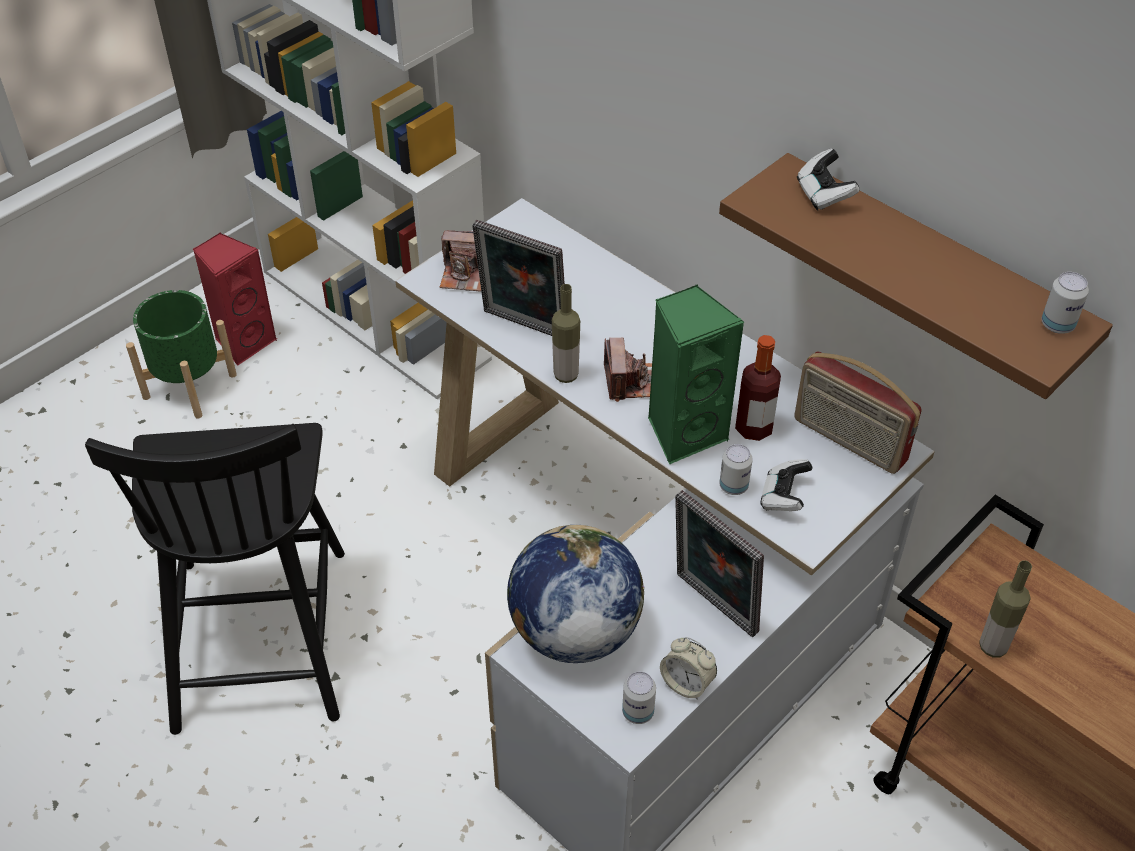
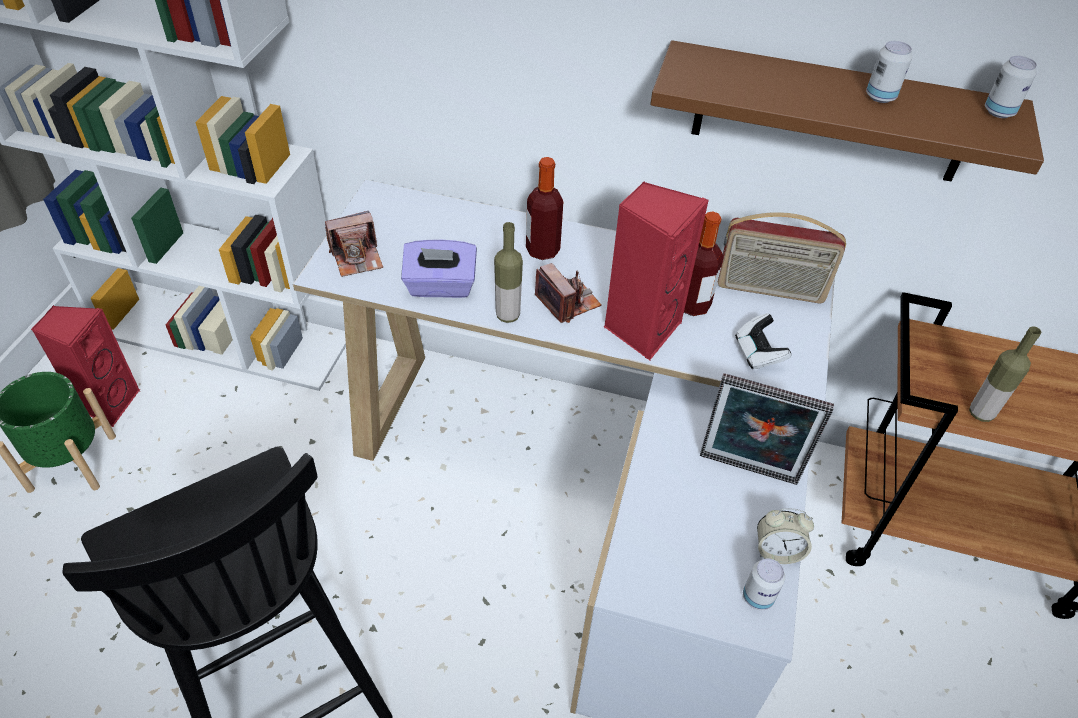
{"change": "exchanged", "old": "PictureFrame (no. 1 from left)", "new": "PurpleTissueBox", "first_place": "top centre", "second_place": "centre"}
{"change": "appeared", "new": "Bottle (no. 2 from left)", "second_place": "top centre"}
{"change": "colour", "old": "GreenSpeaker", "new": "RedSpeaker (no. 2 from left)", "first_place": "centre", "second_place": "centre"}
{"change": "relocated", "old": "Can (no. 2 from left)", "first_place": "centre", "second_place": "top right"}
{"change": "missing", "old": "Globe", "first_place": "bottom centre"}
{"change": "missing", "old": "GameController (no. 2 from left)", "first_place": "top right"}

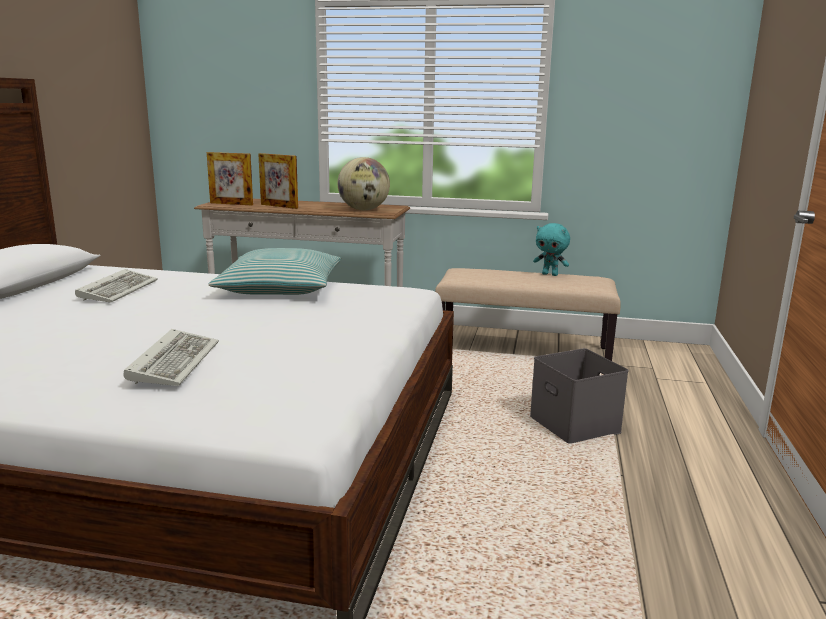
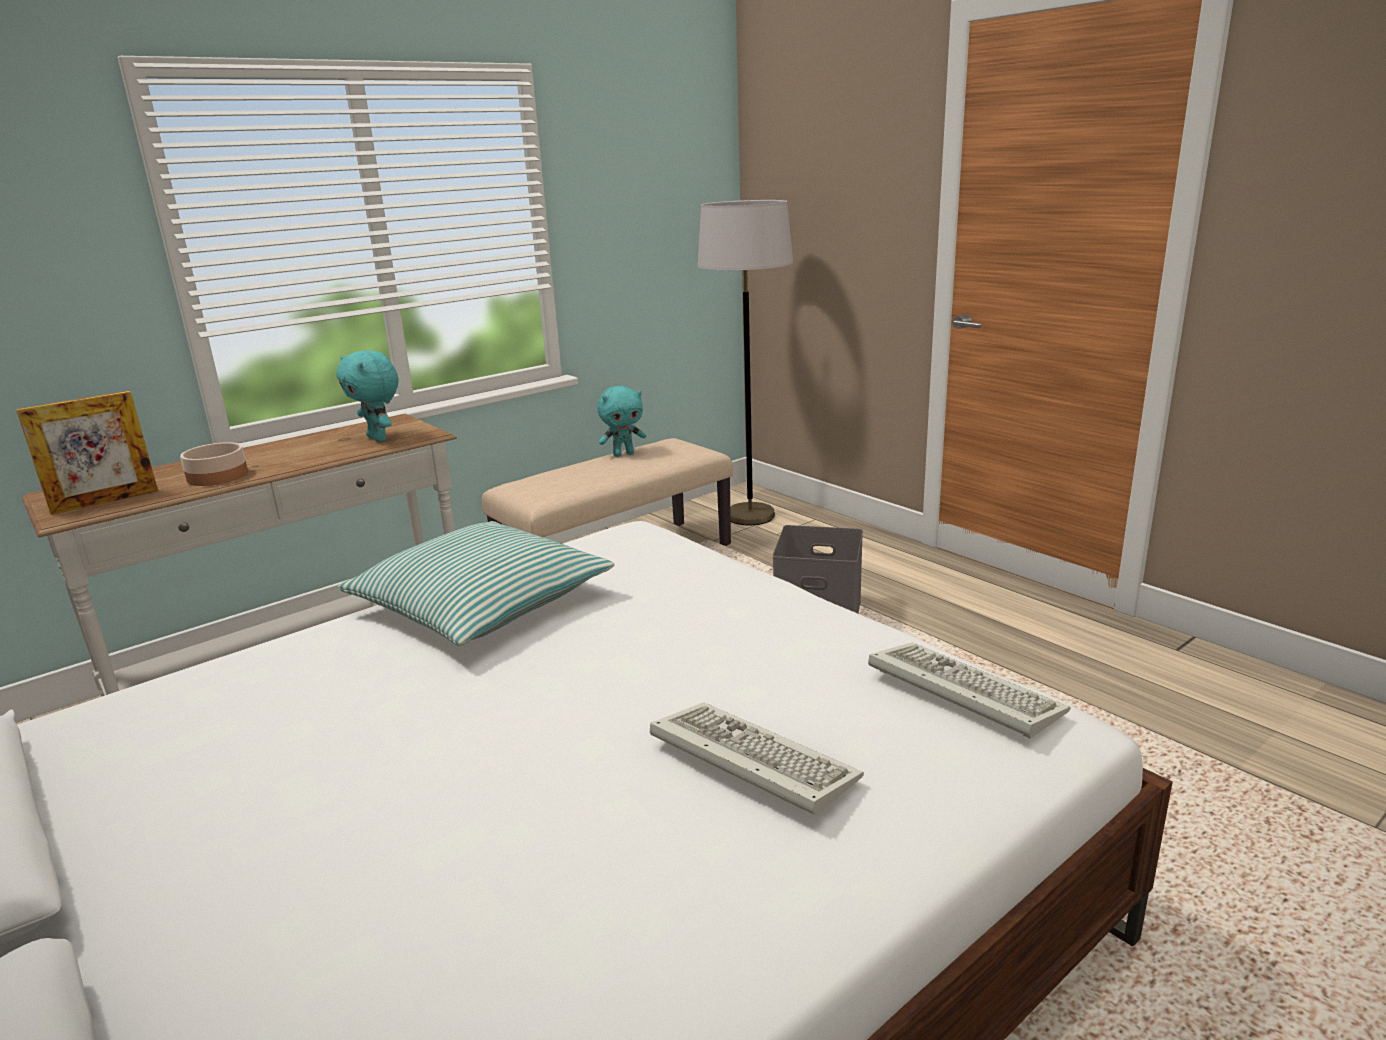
{"change": "exchanged", "old": "PictureFrame (no. 2 from left)", "new": "Bowl", "first_place": "top centre", "second_place": "middle left"}
{"change": "exchanged", "old": "Globe", "new": "TurquoisePlushToy (no. 1 from left)", "first_place": "top centre", "second_place": "middle left"}
{"change": "appeared", "new": "GreyFloorLamp", "second_place": "centre"}
{"change": "relocated", "old": "Keyboard (no. 1 from left in the first image)", "new": "Keyboard (no. 2 from left)", "first_place": "middle left", "second_place": "middle right"}

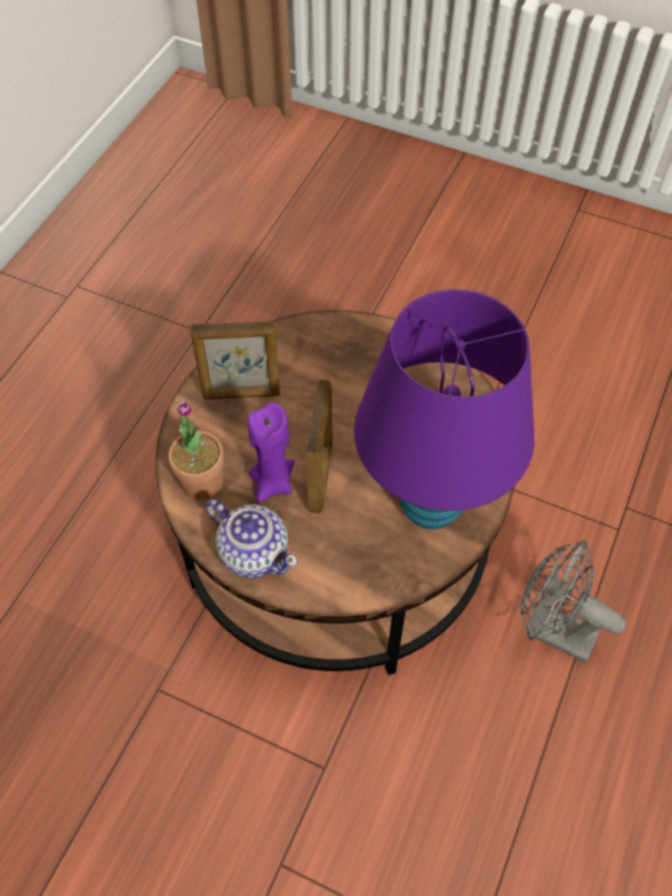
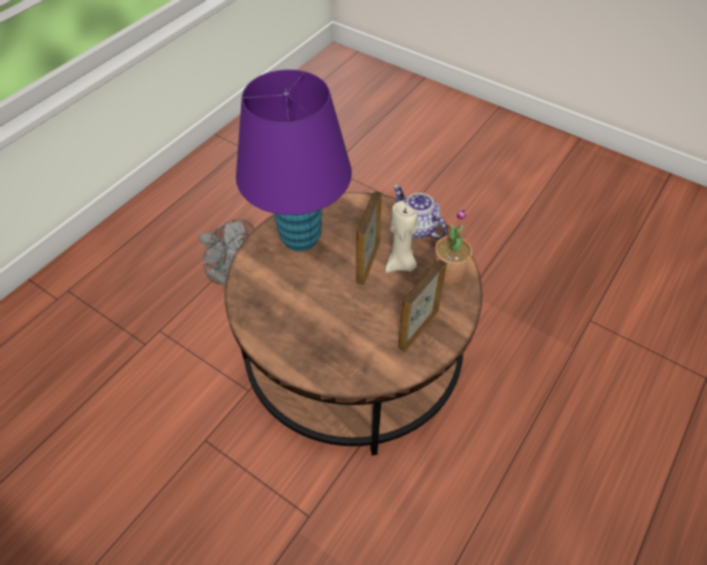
{"change": "colour", "old": "PurpleCandle", "new": "BeigeCandle", "first_place": "centre", "second_place": "centre"}
{"change": "spun", "old": "PictureFrame (no. 1 from left in the first image)", "first_place": "centre", "second_place": "centre", "degrees": -60}

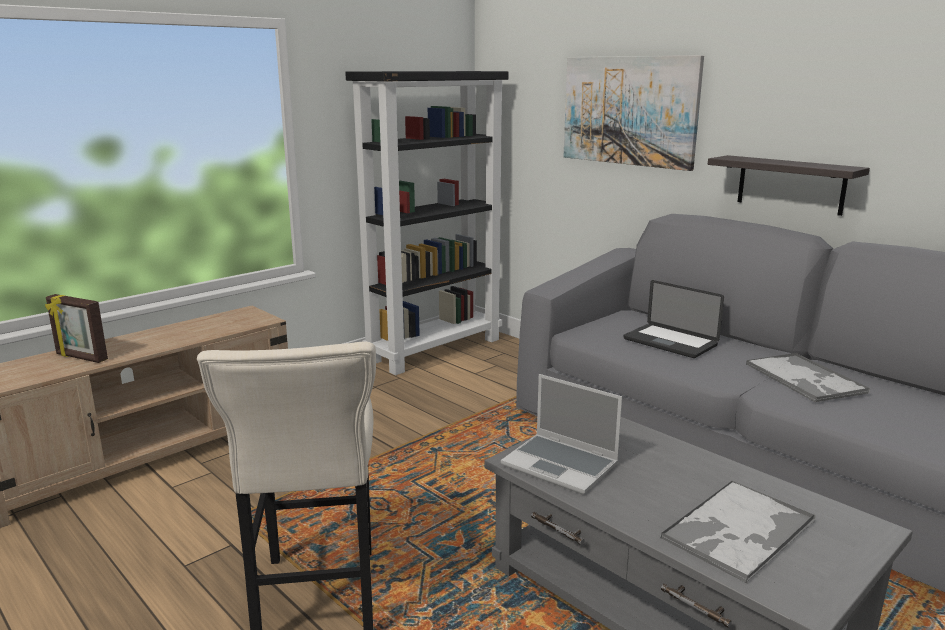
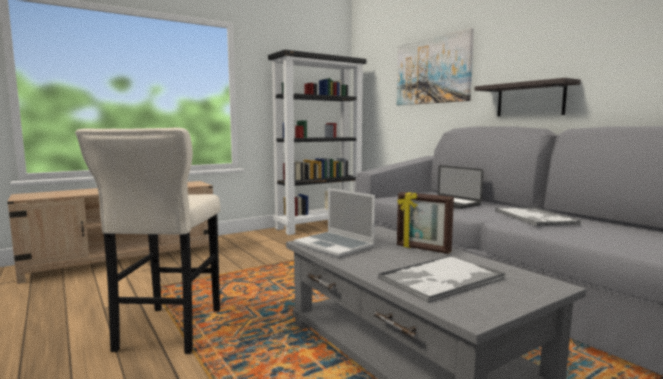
{"change": "relocated", "old": "PictureFrame", "first_place": "middle left", "second_place": "centre"}

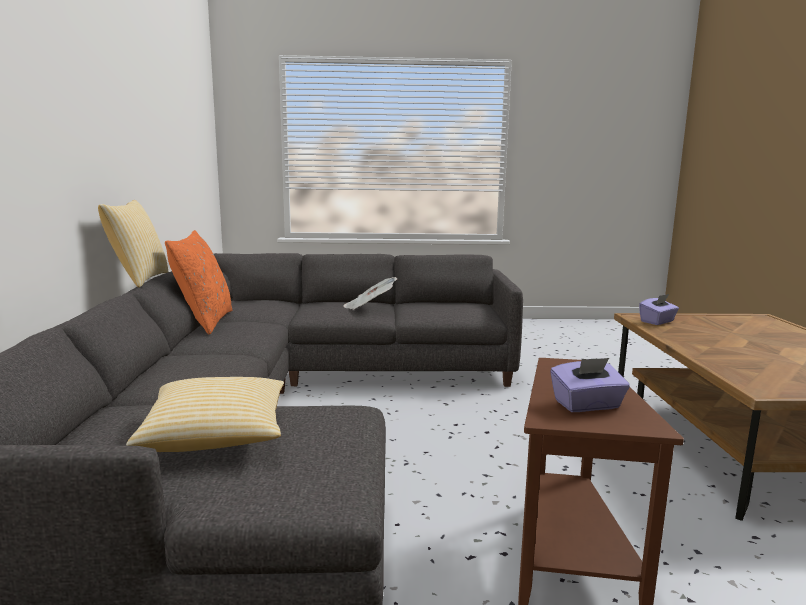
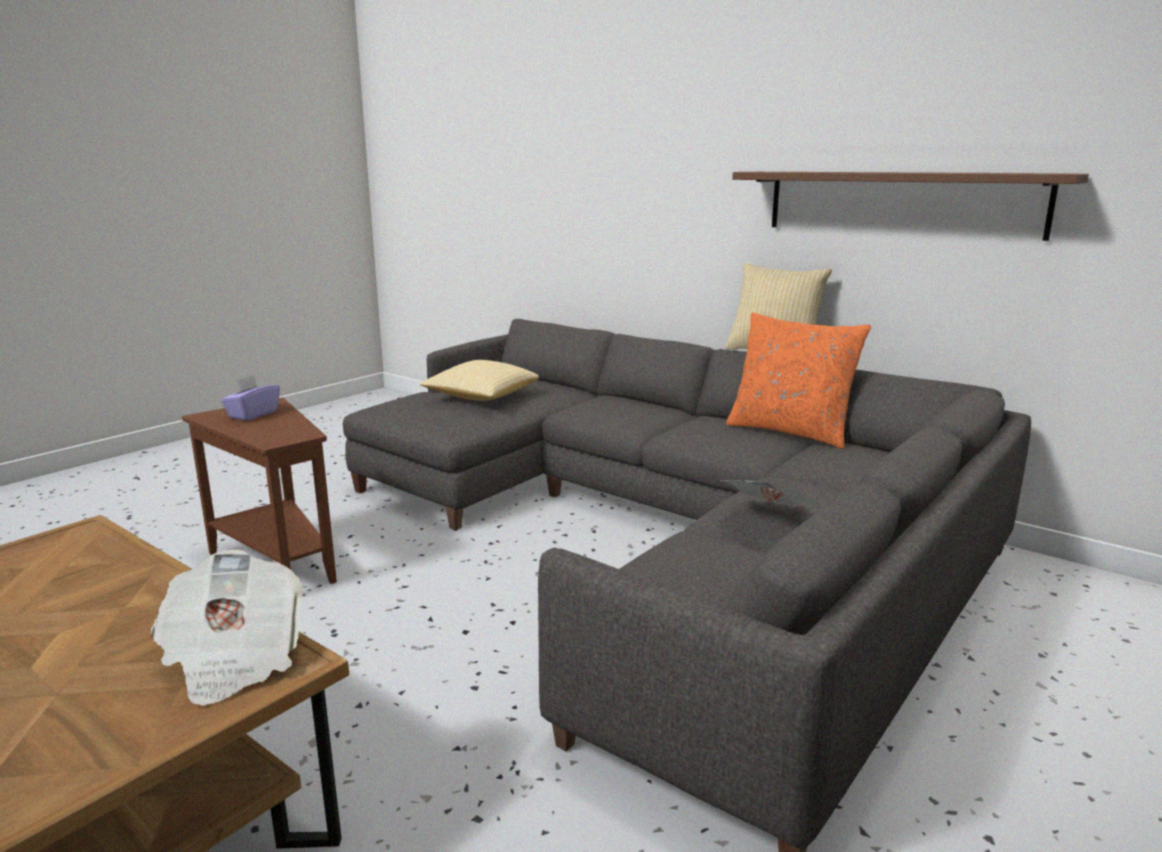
{"change": "exchanged", "old": "PurpleTissueBox (no. 2 from left)", "new": "Newspaper (no. 1 from left)", "first_place": "middle right", "second_place": "bottom left"}
{"change": "appeared", "new": "BrownShelf", "second_place": "top right"}

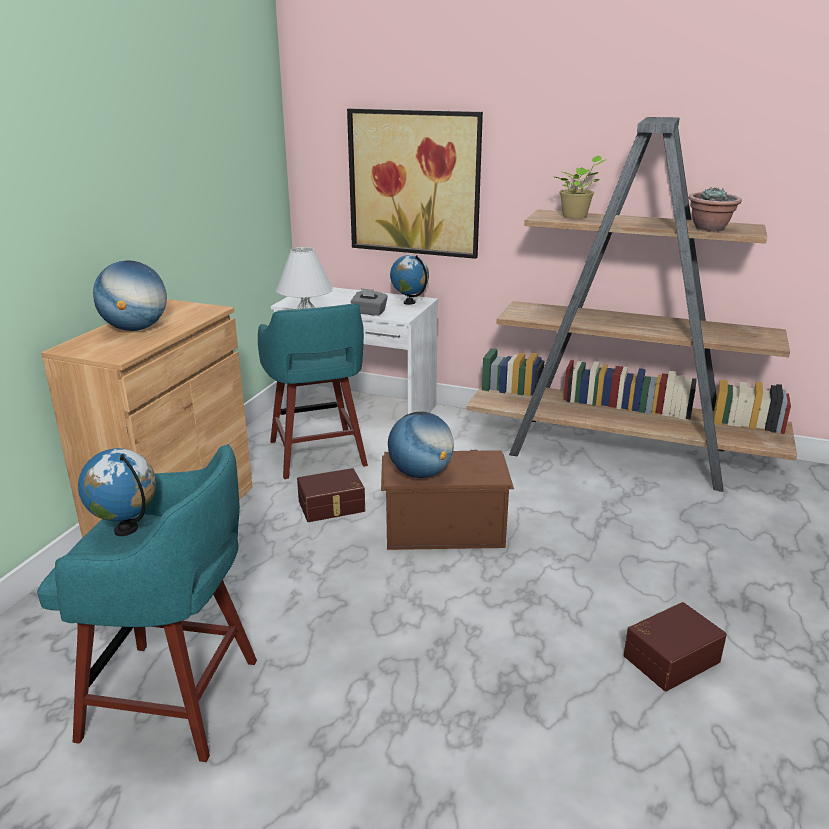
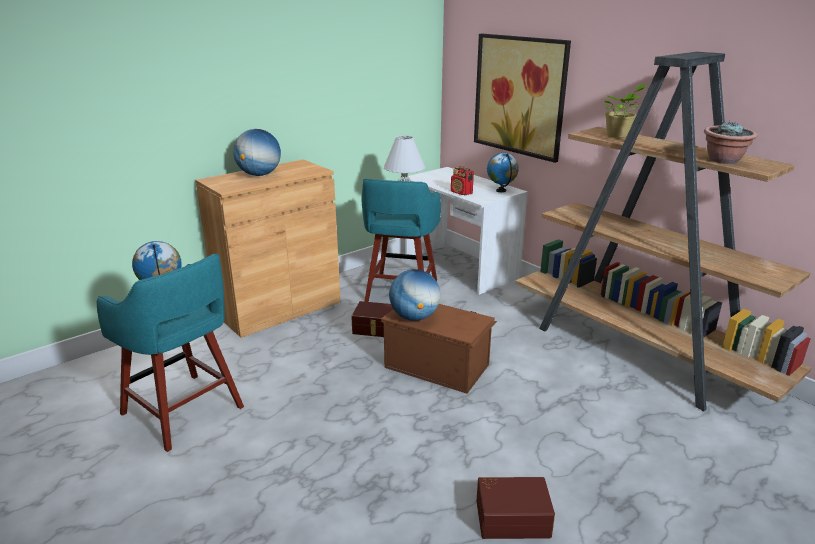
{"change": "exchanged", "old": "GreyTissueBox", "new": "Radio", "first_place": "centre", "second_place": "top centre"}

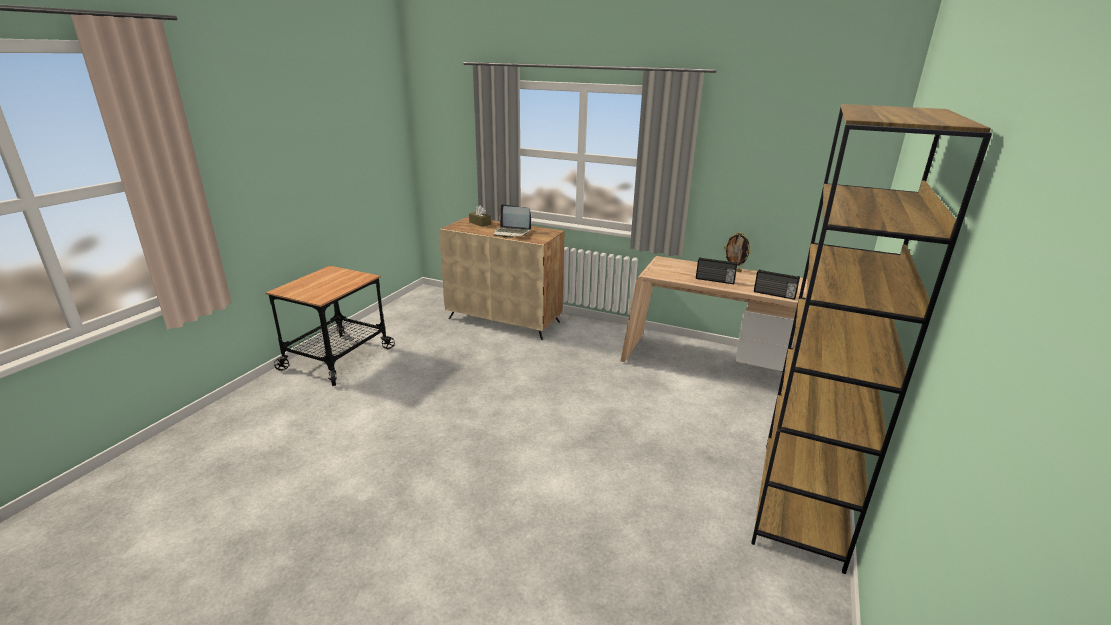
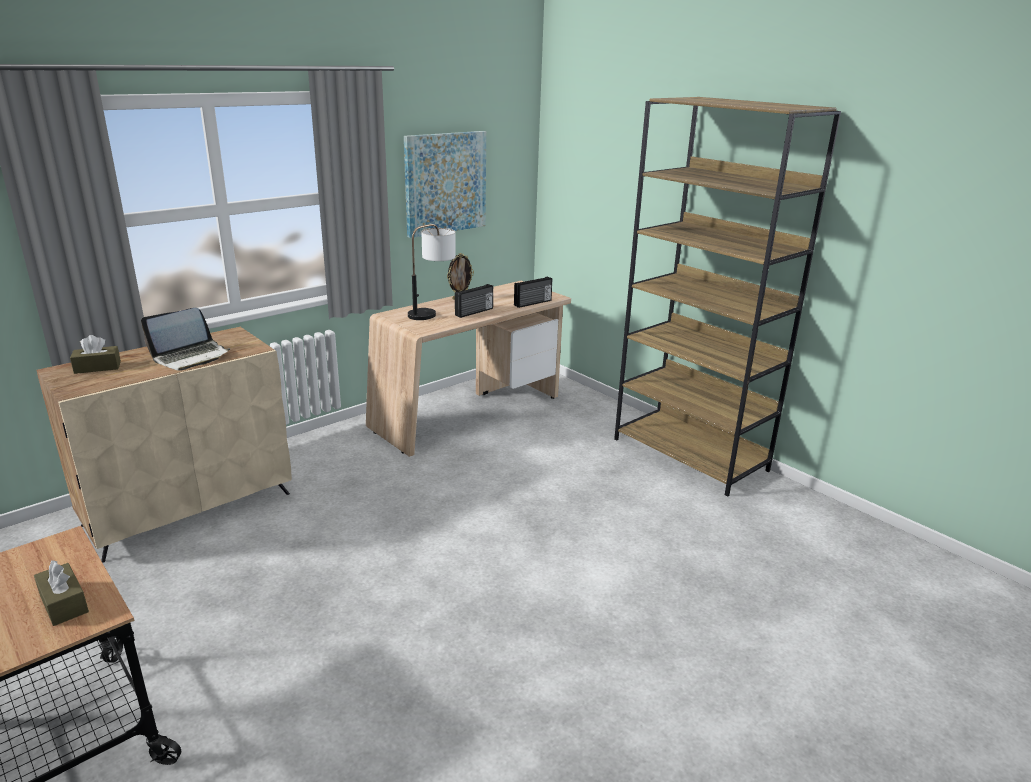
{"change": "appeared", "new": "BrownTissueBox (no. 1 from left)", "second_place": "bottom left"}
{"change": "appeared", "new": "Picture", "second_place": "top centre"}
{"change": "appeared", "new": "TableLamp", "second_place": "centre"}

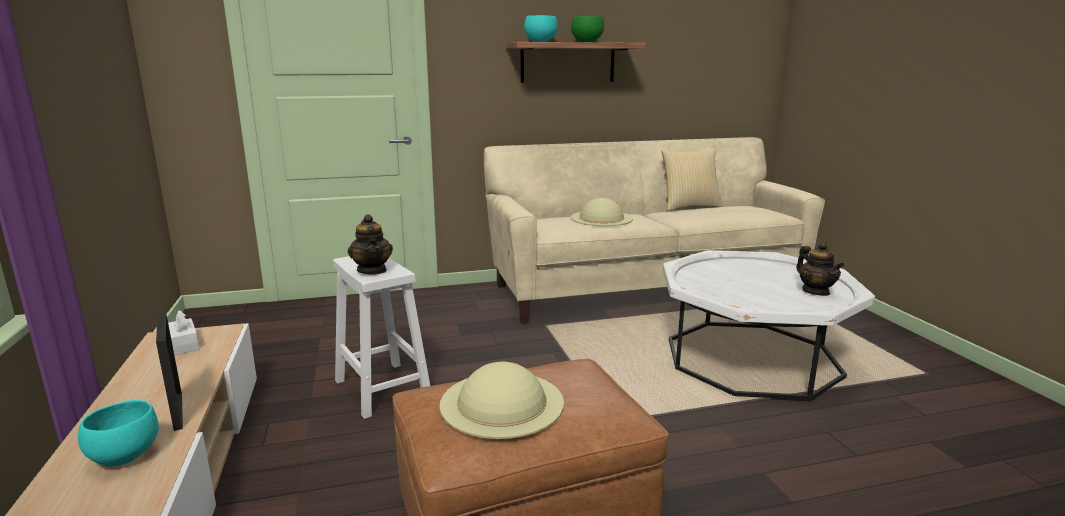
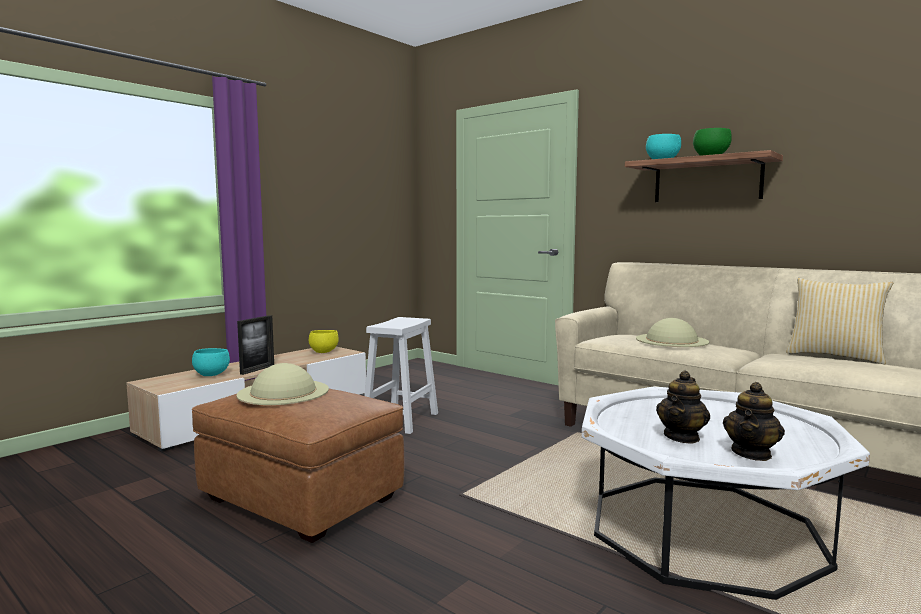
{"change": "exchanged", "old": "WhiteTissueBox", "new": "YellowBowl", "first_place": "middle left", "second_place": "centre"}
{"change": "relocated", "old": "Teapot (no. 1 from left)", "first_place": "centre", "second_place": "middle right"}

